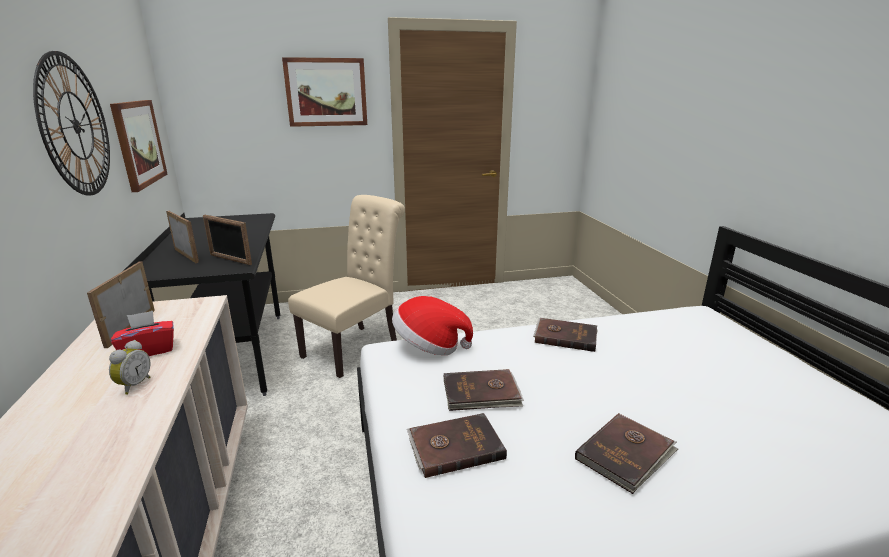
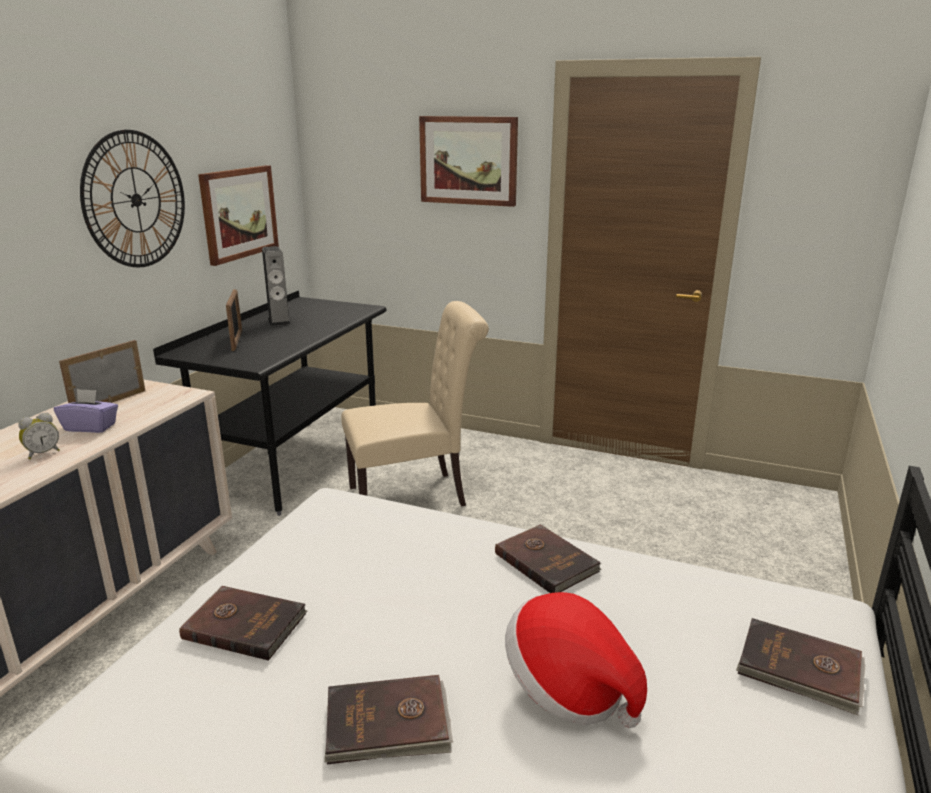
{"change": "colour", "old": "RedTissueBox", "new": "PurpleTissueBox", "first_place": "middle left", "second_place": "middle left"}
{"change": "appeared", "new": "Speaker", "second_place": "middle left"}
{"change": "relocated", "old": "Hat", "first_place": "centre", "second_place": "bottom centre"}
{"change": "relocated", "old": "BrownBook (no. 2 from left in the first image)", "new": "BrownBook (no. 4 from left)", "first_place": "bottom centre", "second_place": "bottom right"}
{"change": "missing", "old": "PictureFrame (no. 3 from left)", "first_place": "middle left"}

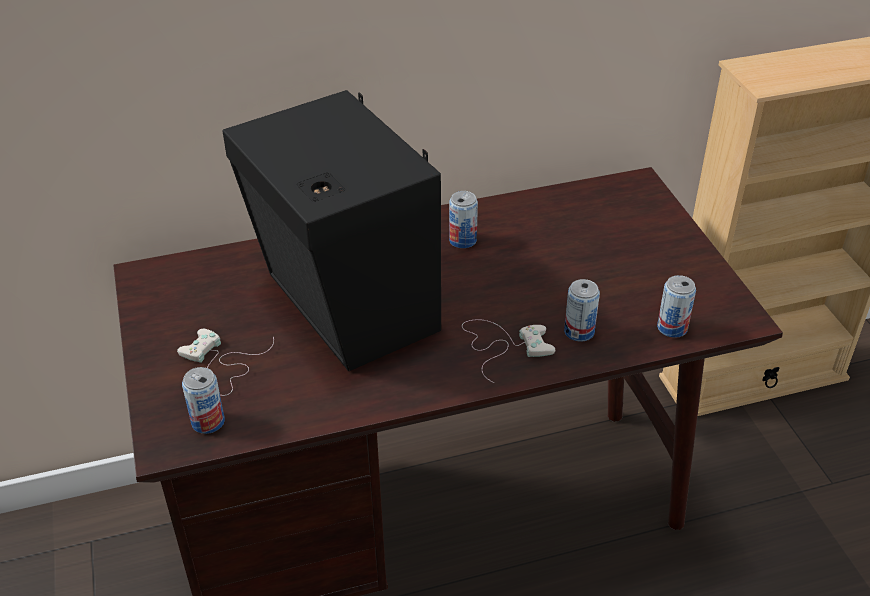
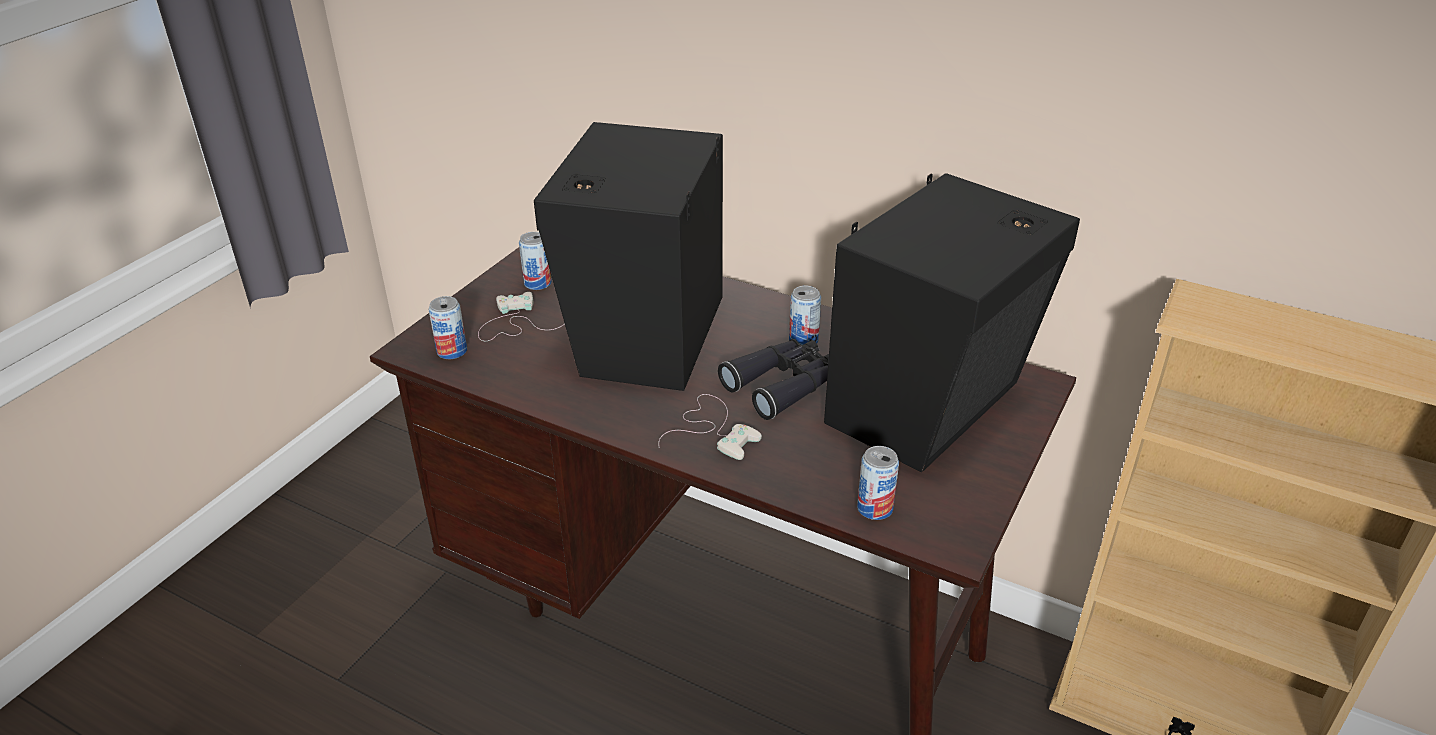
{"change": "relocated", "old": "Can (no. 3 from left in the first image)", "new": "Can (no. 2 from left)", "first_place": "middle right", "second_place": "centre"}
{"change": "appeared", "new": "BlackBinoculars", "second_place": "centre"}
{"change": "appeared", "new": "BlackSpeaker (no. 2 from left)", "second_place": "centre"}

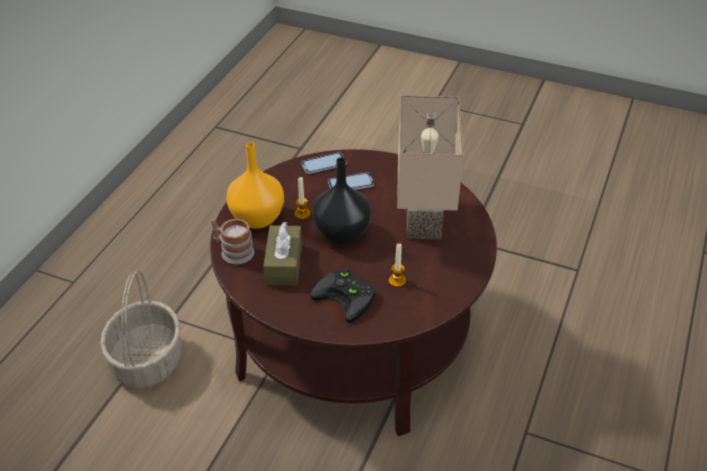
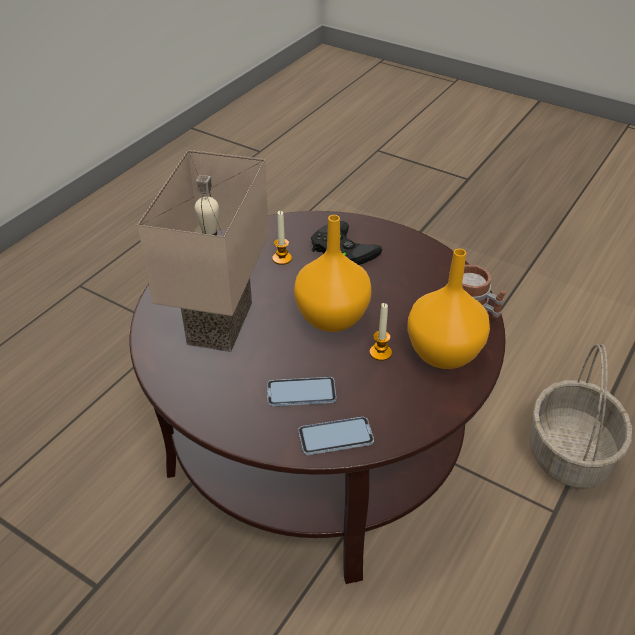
{"change": "colour", "old": "BlackVase", "new": "OrangeVase (no. 1 from left)", "first_place": "centre", "second_place": "centre"}
{"change": "missing", "old": "BrownTissueBox", "first_place": "centre"}

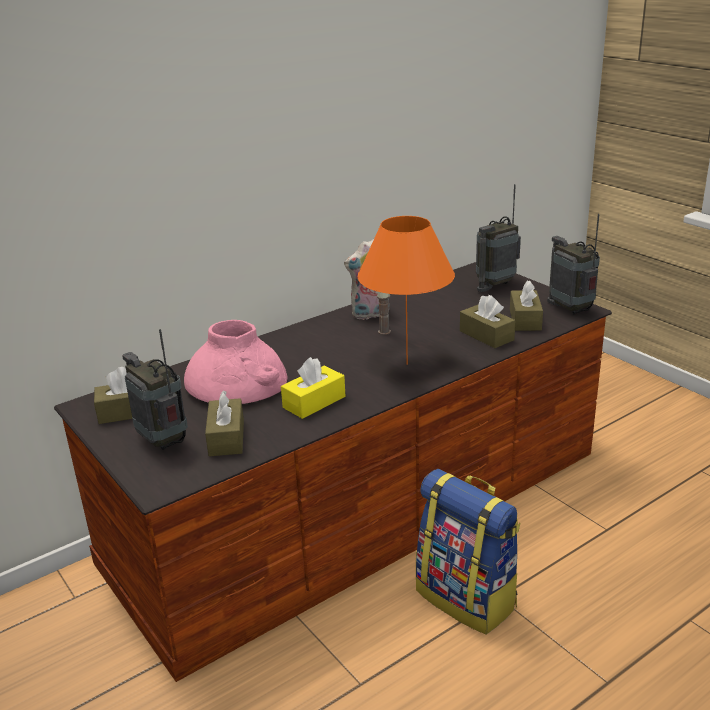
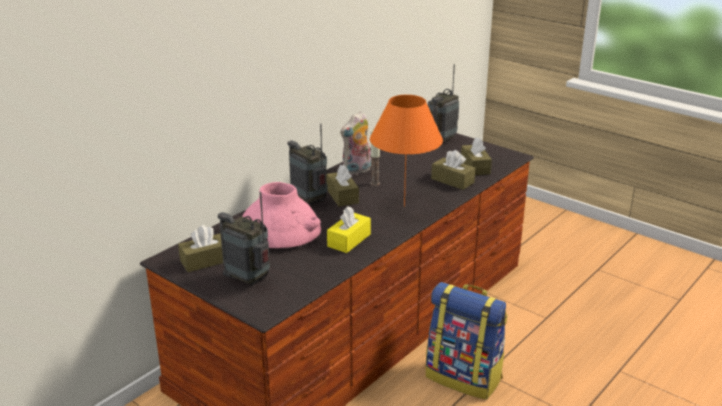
{"change": "relocated", "old": "Radio (no. 3 from left in the first image)", "new": "Radio (no. 2 from left)", "first_place": "middle right", "second_place": "centre"}
{"change": "relocated", "old": "BrownTissueBox (no. 2 from left)", "first_place": "middle left", "second_place": "centre"}

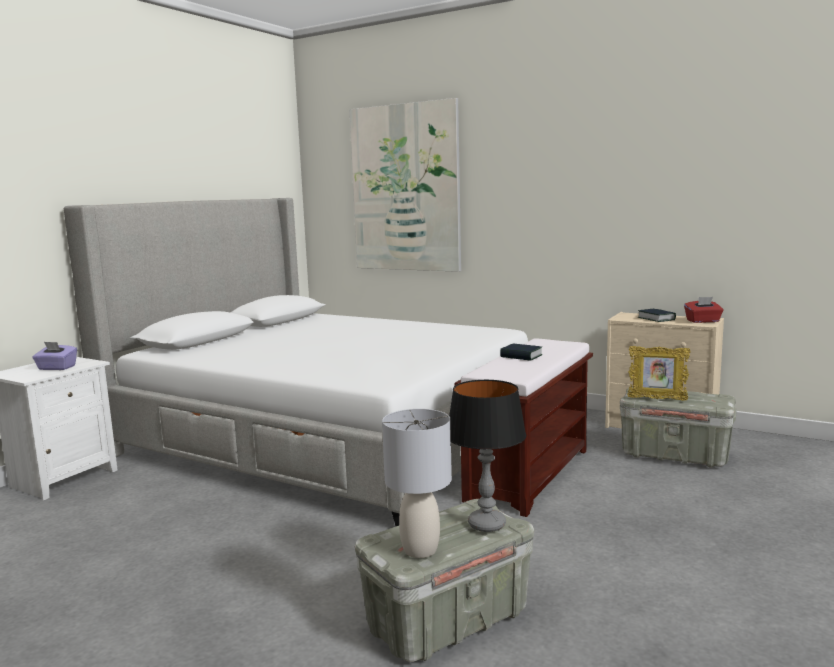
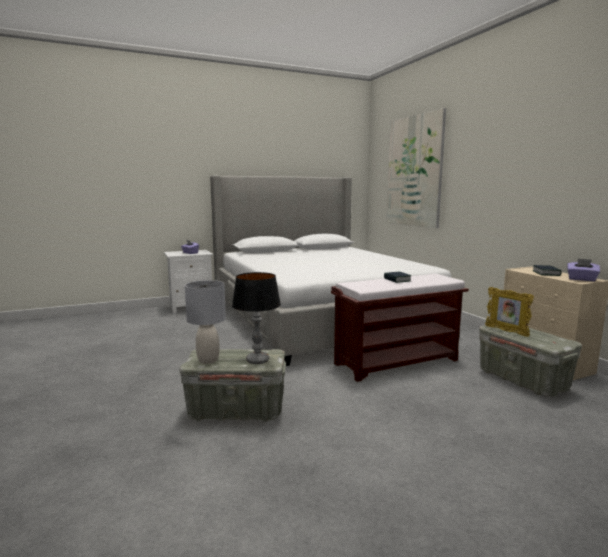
{"change": "colour", "old": "RedTissueBox", "new": "PurpleTissueBox (no. 2 from left)", "first_place": "middle right", "second_place": "middle right"}

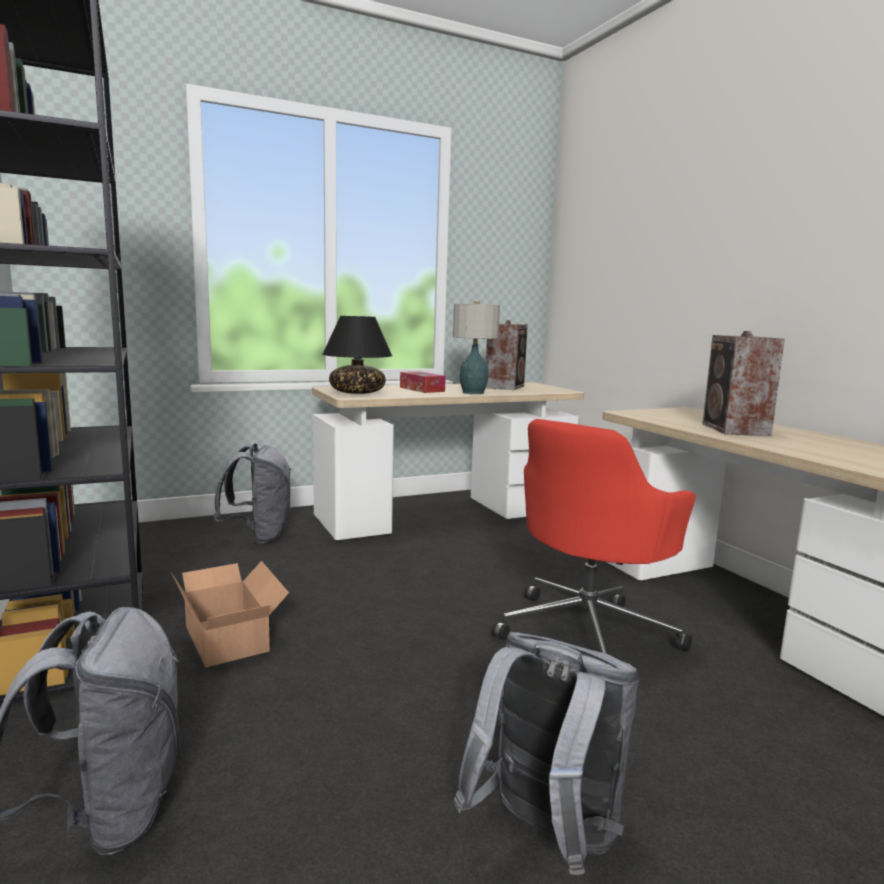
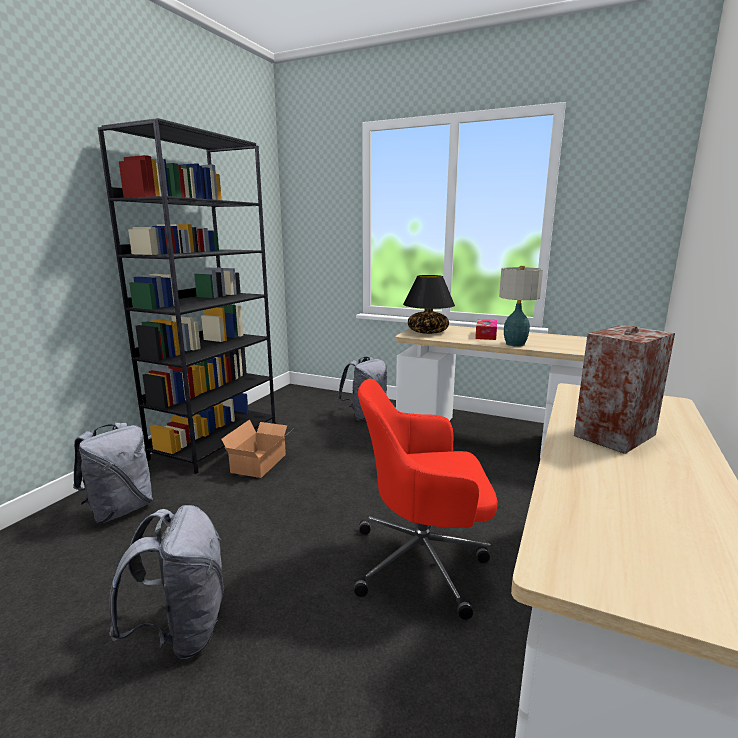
{"change": "missing", "old": "Speaker (no. 1 from left)", "first_place": "centre"}

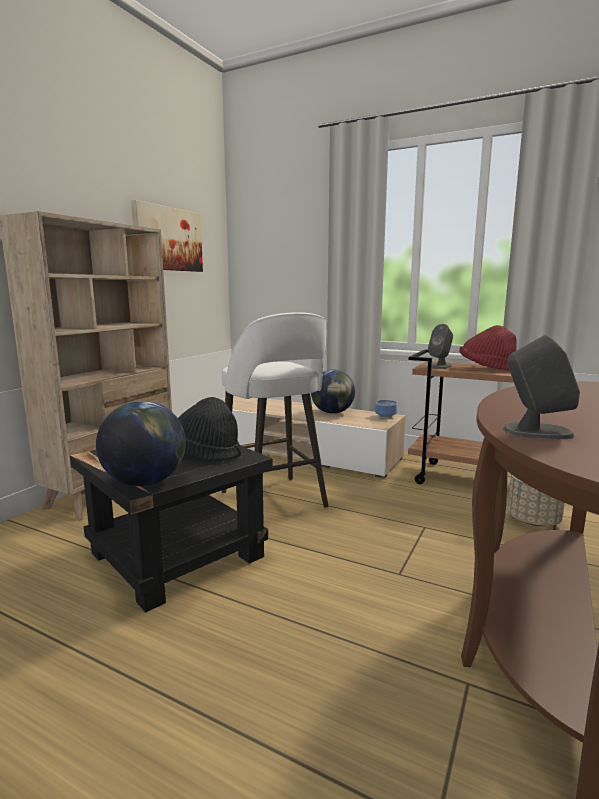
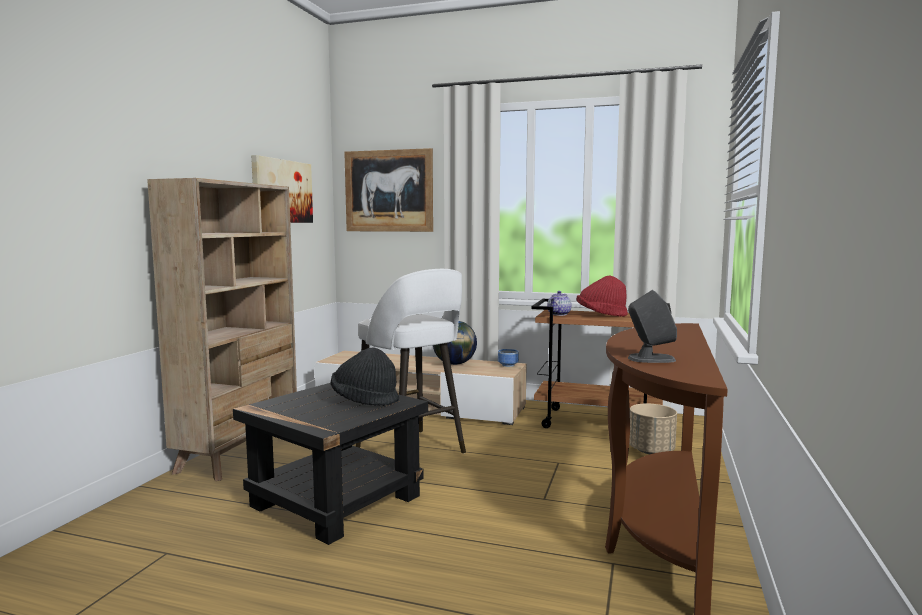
{"change": "appeared", "new": "Picture (no. 2 from left)", "second_place": "top centre"}
{"change": "exchanged", "old": "GreySpeaker (no. 1 from left)", "new": "Teapot", "first_place": "middle right", "second_place": "centre"}
{"change": "missing", "old": "Globe (no. 1 from left)", "first_place": "middle left"}

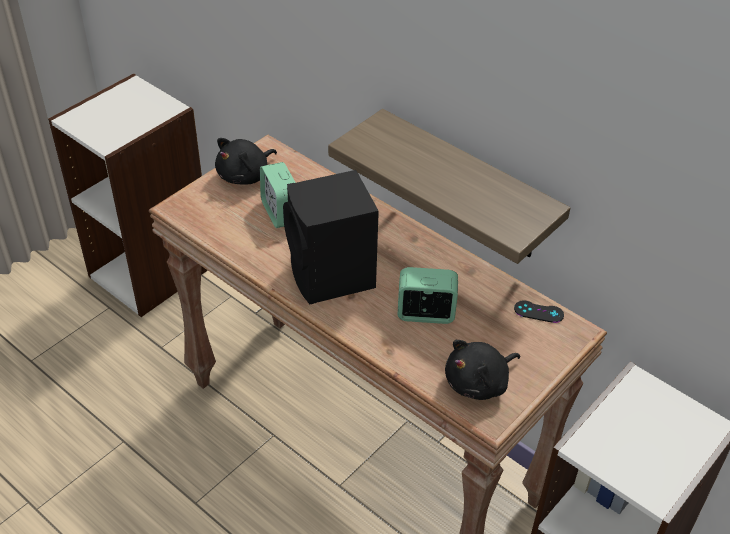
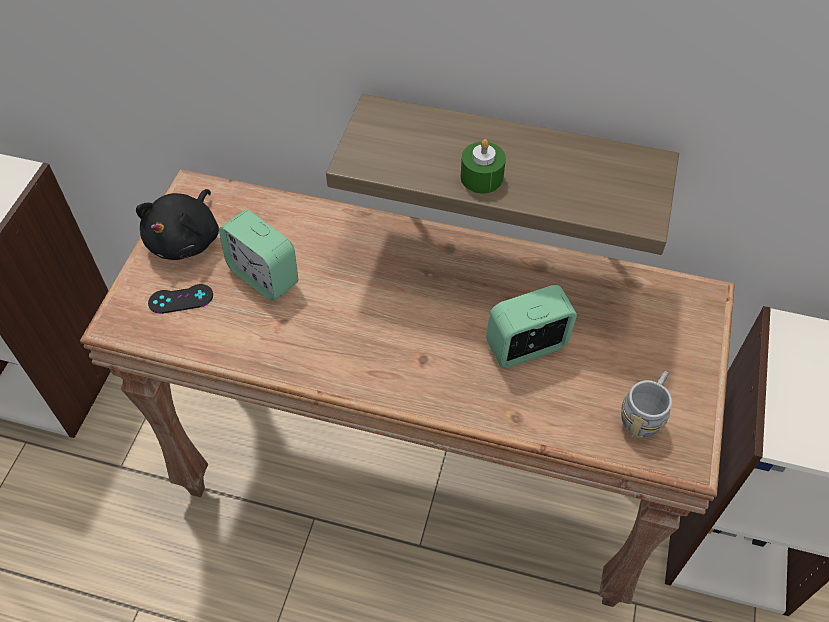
{"change": "relocated", "old": "BlackGameController", "first_place": "middle right", "second_place": "middle left"}
{"change": "appeared", "new": "GreenCandle", "second_place": "top centre"}
{"change": "exchanged", "old": "BlackPlushToy (no. 2 from left)", "new": "GreyMug", "first_place": "bottom centre", "second_place": "middle right"}
{"change": "missing", "old": "BlackSpeaker", "first_place": "centre"}

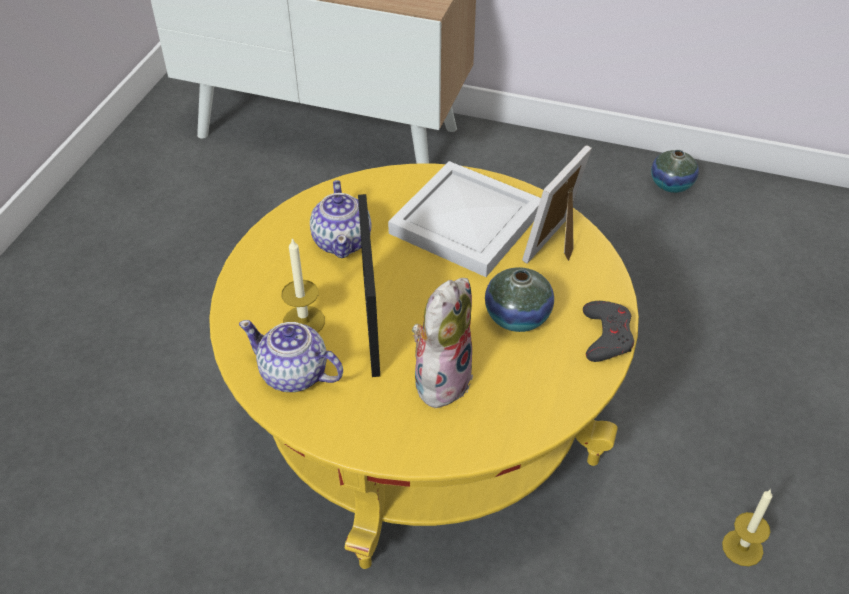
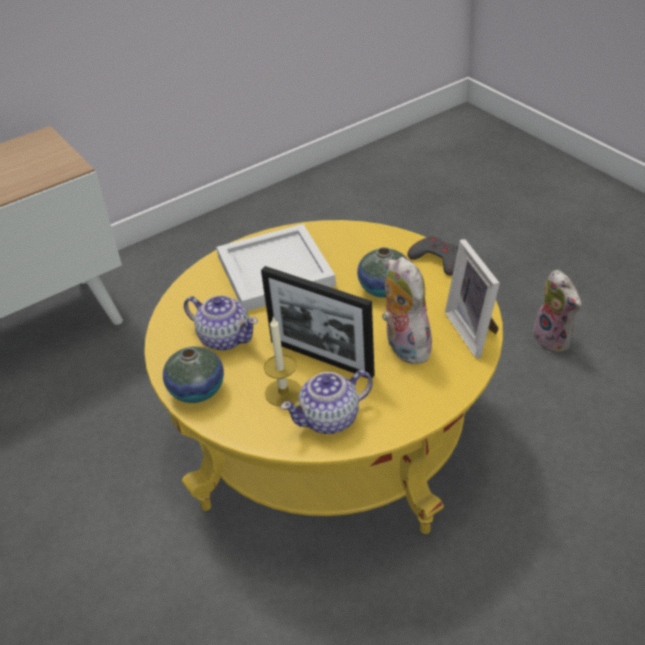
{"change": "relocated", "old": "Vase (no. 2 from left in the first image)", "new": "Vase (no. 1 from left)", "first_place": "top right", "second_place": "middle left"}
{"change": "relocated", "old": "PictureFrame (no. 2 from left)", "first_place": "centre", "second_place": "middle right"}
{"change": "exchanged", "old": "Candle (no. 2 from left)", "new": "PlushToy (no. 2 from left)", "first_place": "bottom right", "second_place": "middle right"}

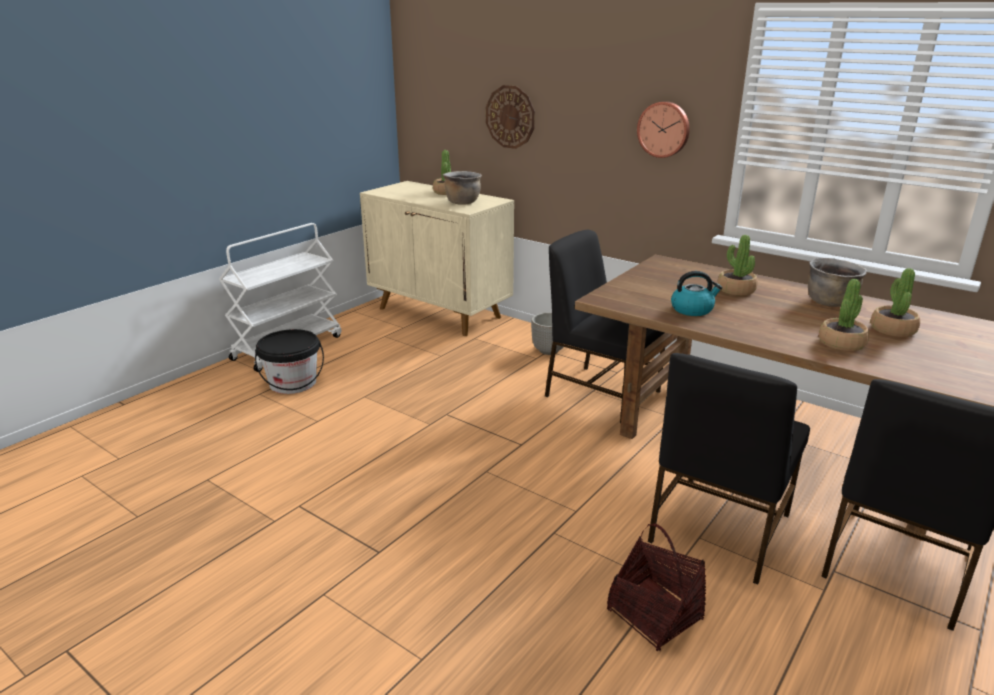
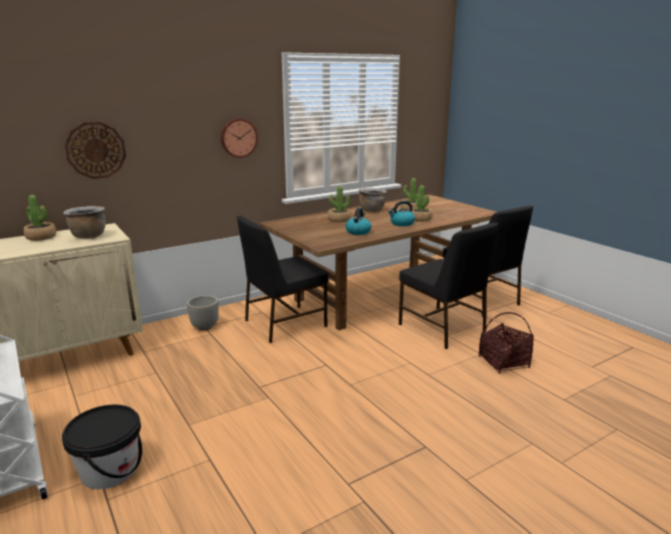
{"change": "appeared", "new": "Kettle (no. 2 from left)", "second_place": "centre"}

